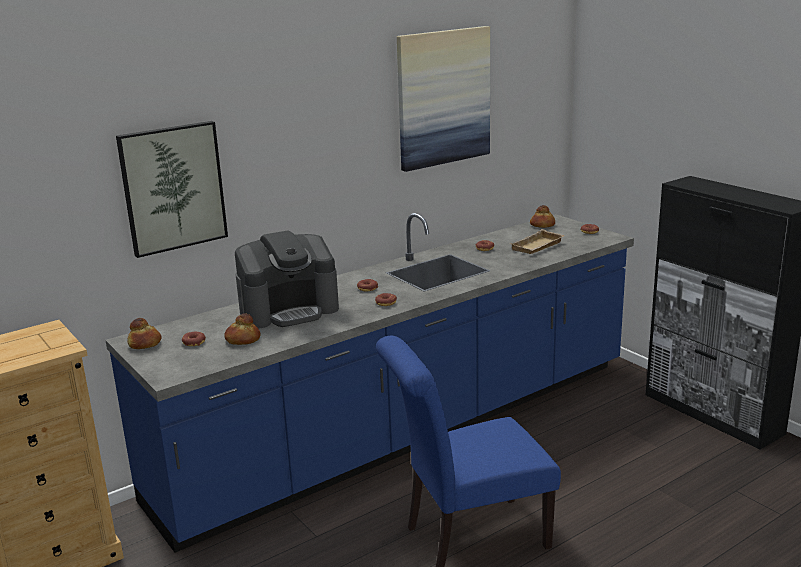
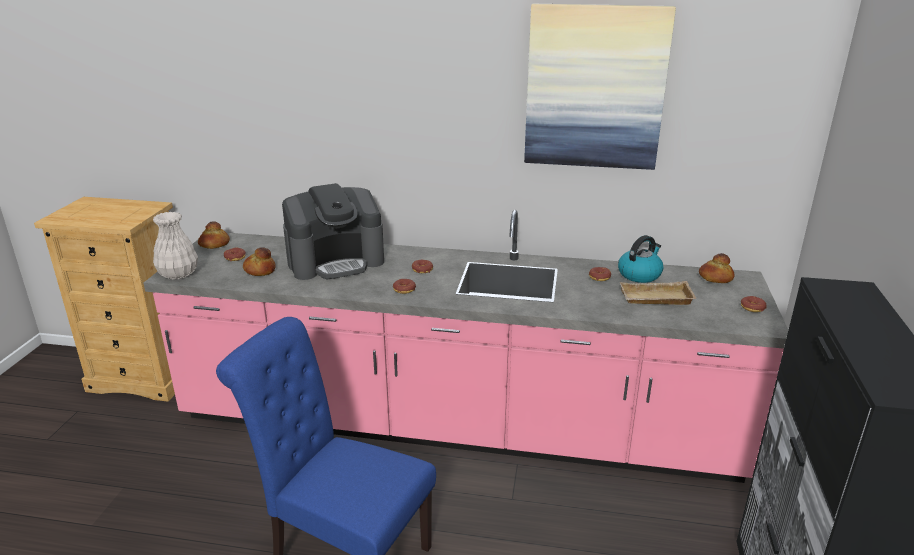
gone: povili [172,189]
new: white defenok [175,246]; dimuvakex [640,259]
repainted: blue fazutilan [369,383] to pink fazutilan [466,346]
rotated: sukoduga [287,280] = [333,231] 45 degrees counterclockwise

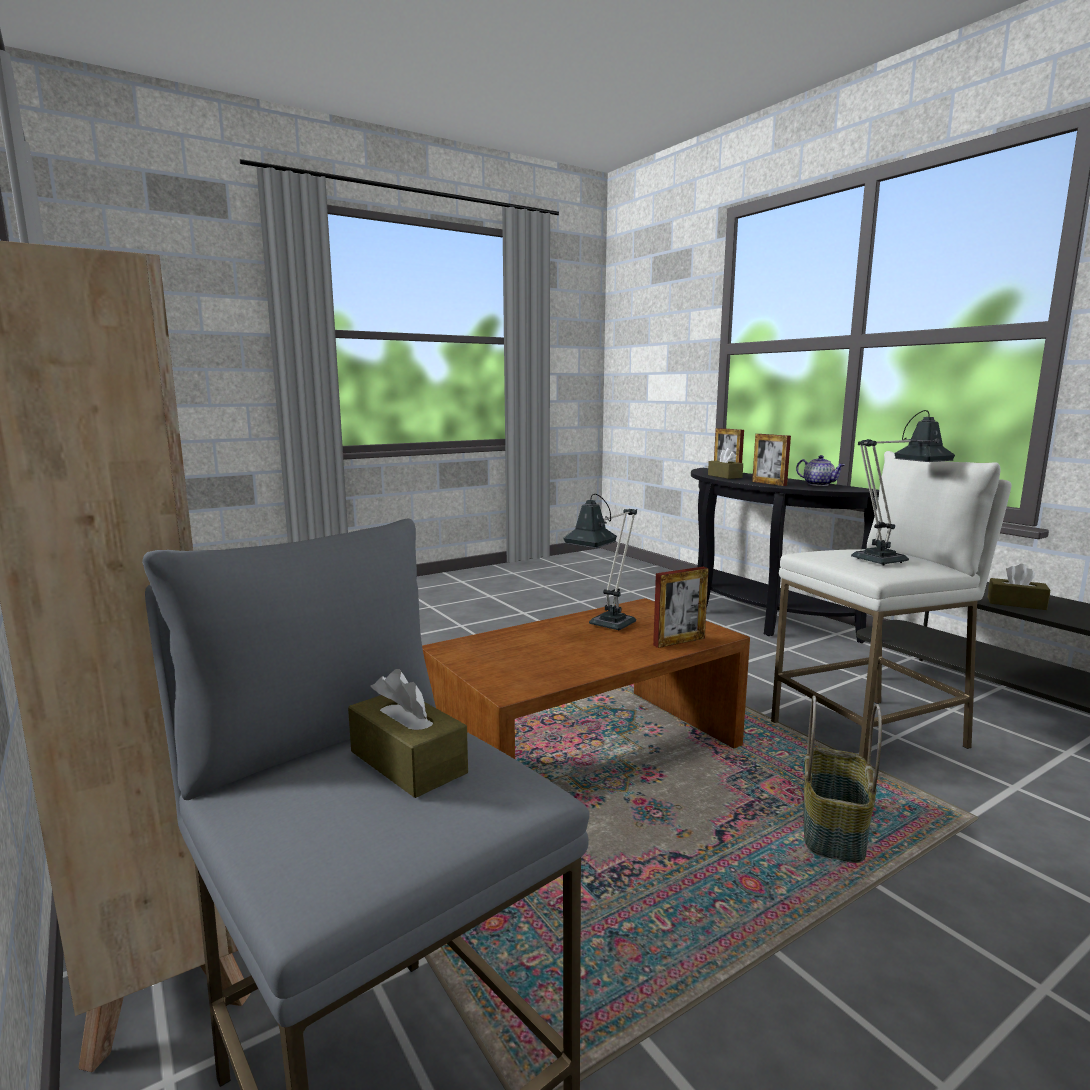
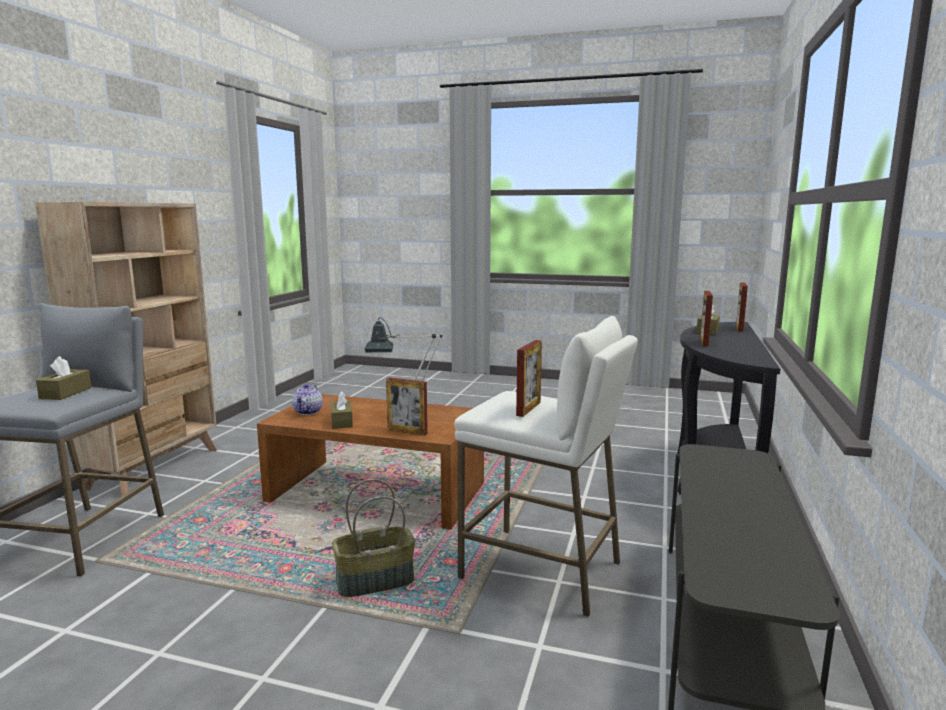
shifted: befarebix [820,470] to [307,399]; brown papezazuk [1019,587] to [342,410]
swapped: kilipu [903,488] to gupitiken [529,378]

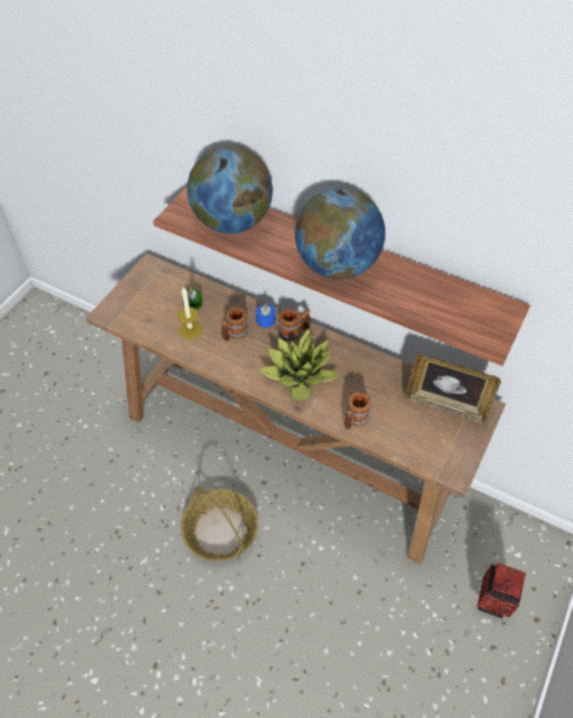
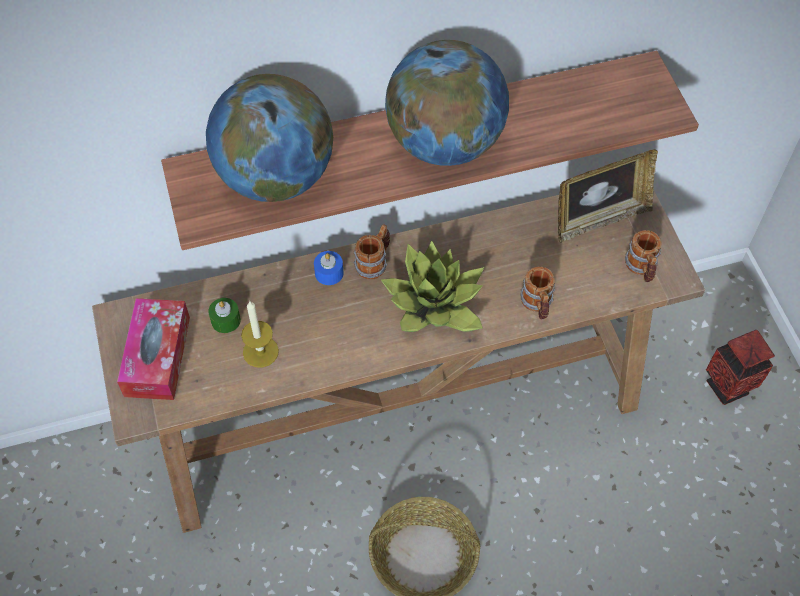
new: papezazuk [153,349]
shifted: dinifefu [235,324] to [643,256]

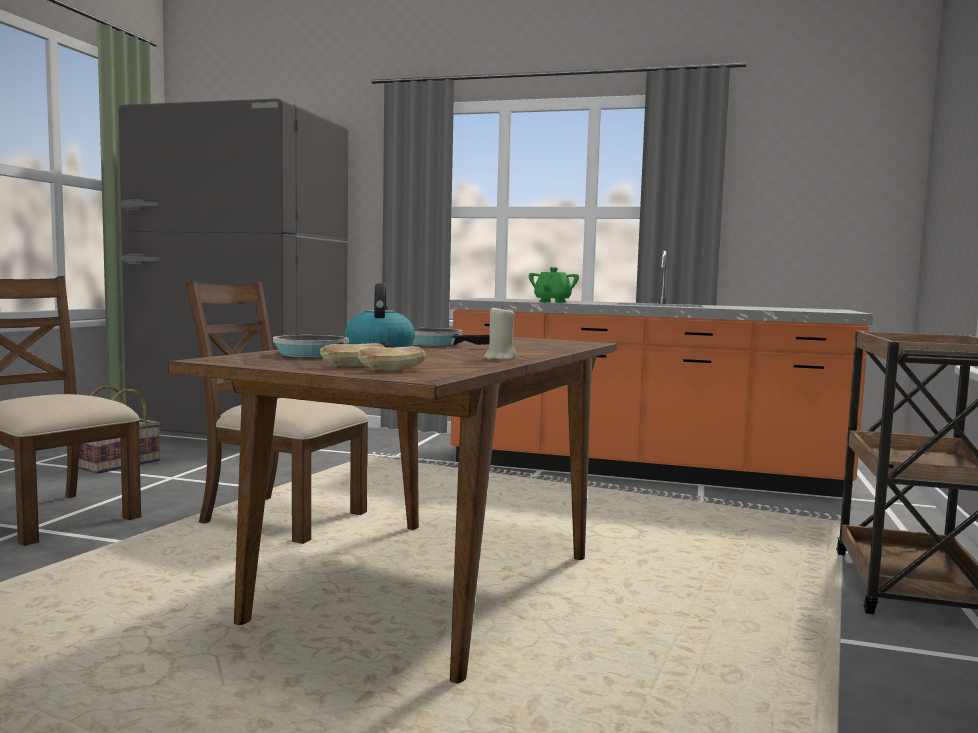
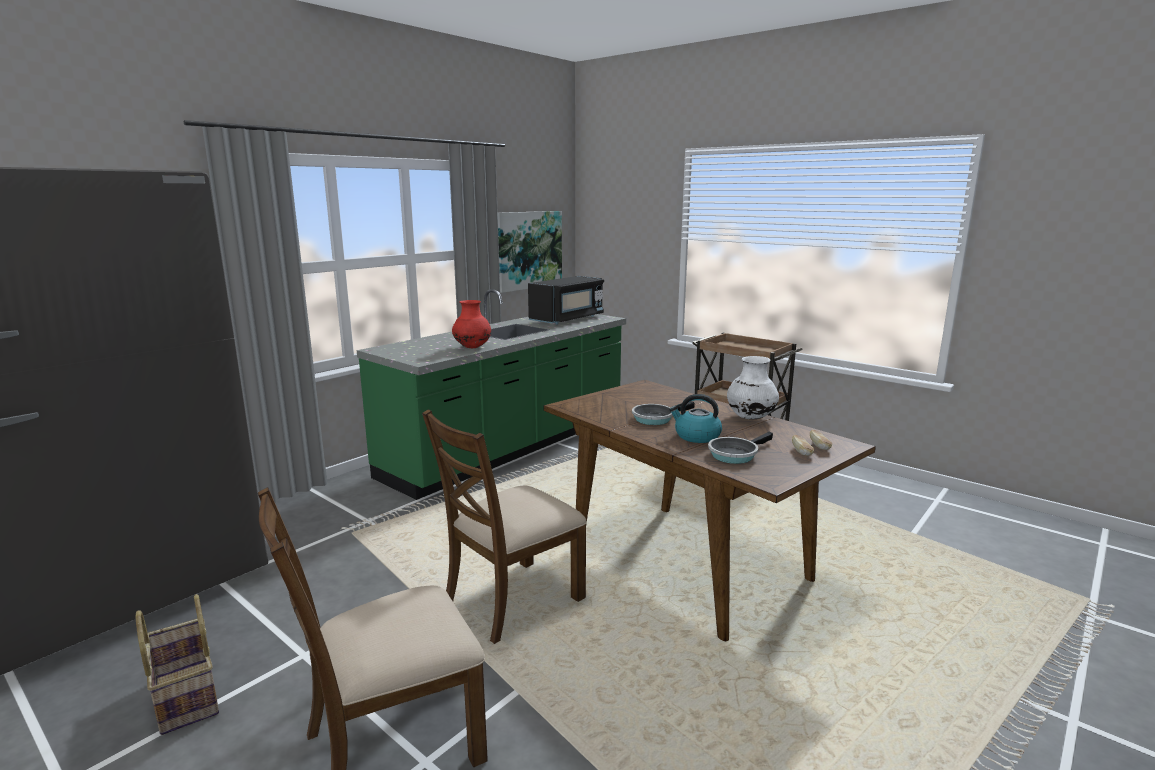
new: povili [530,252]; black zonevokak [566,300]
swapped: green befarebix [554,285] to red defenok [471,324]; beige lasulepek [500,332] to white defenok [753,387]
repainted: orange fazutilan [661,374] to green fazutilan [491,394]

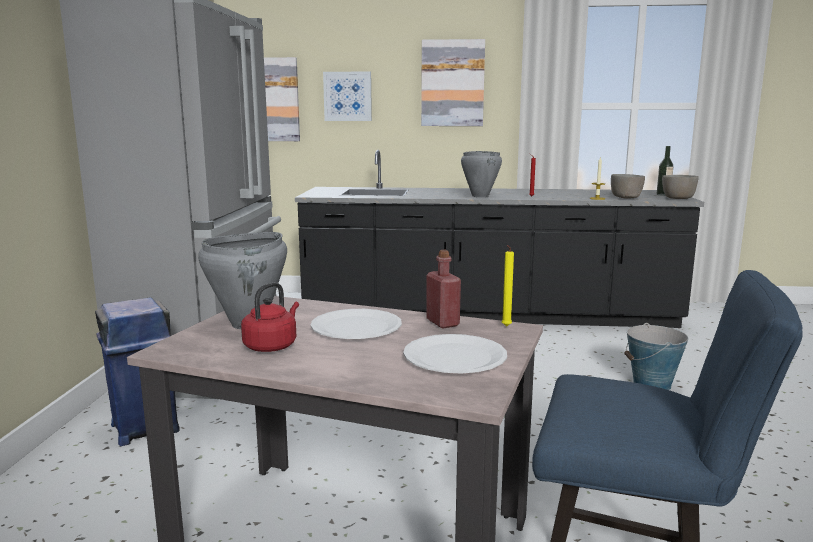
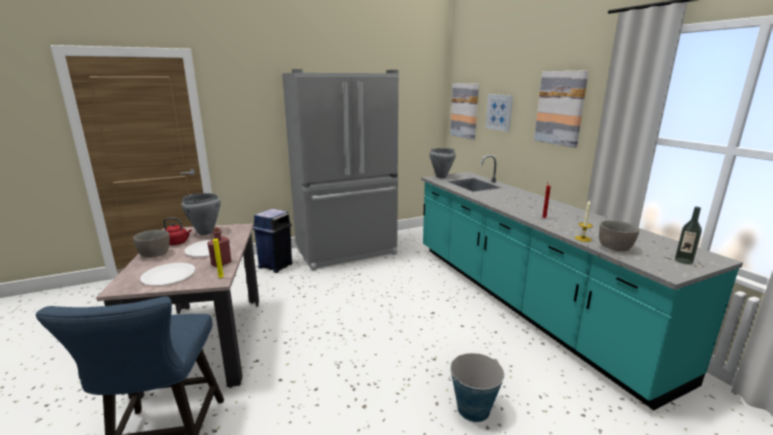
shifted: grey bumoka [680,187] to [151,244]; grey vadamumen [481,174] to [442,163]
repainted: black fazutilan [499,239] to turquoise fazutilan [582,282]

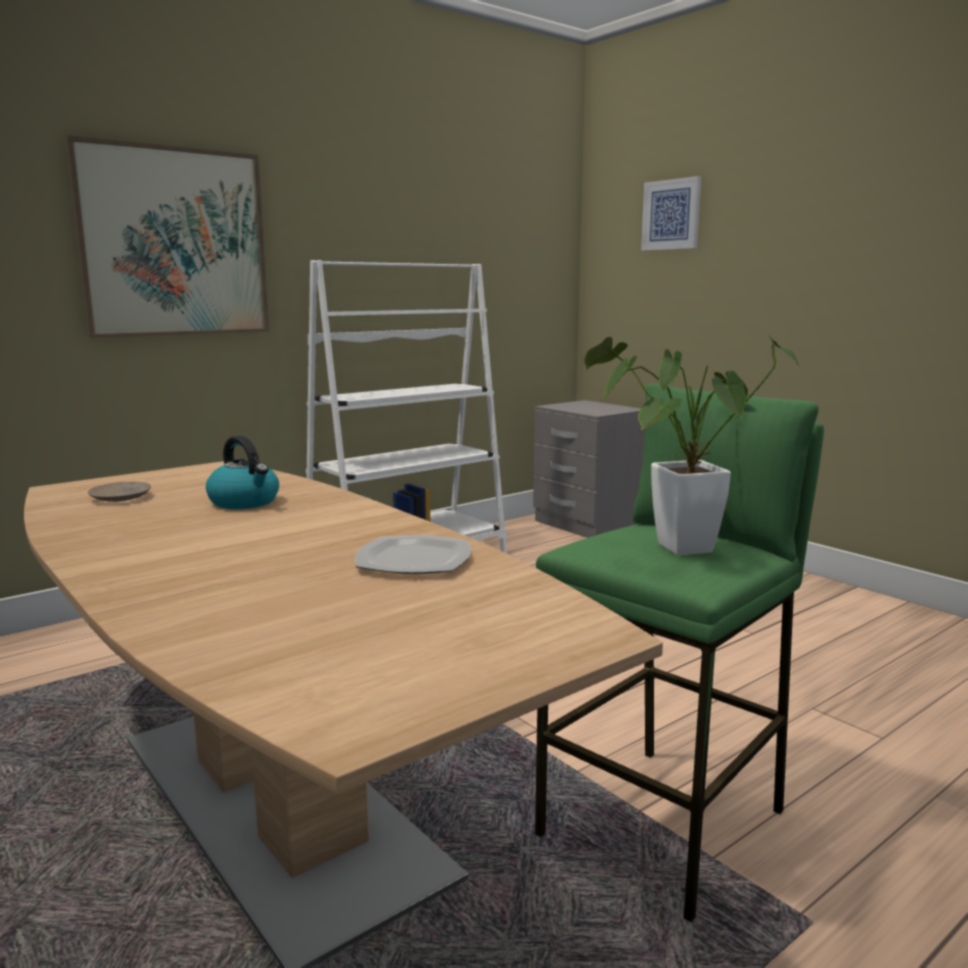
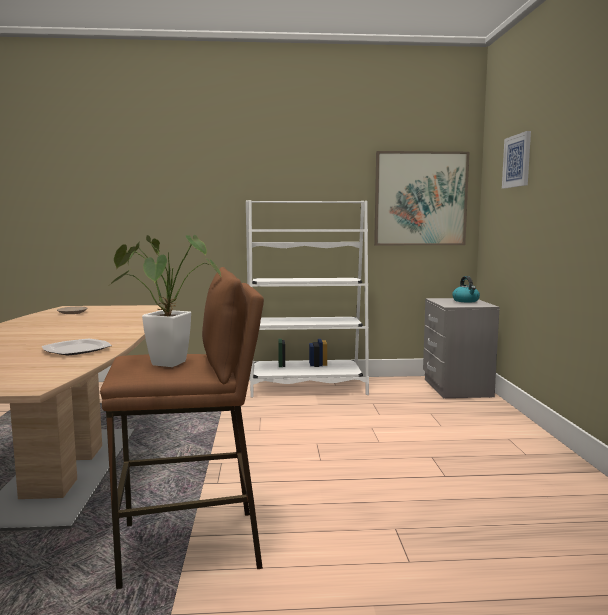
shifted: povili [167,236] to [421,198]; dimuvakex [242,472] to [466,289]
repainted: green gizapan [679,652] to brown gizapan [182,428]

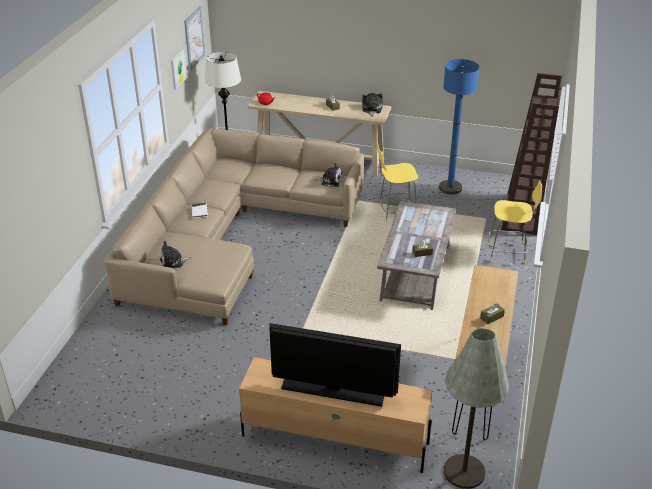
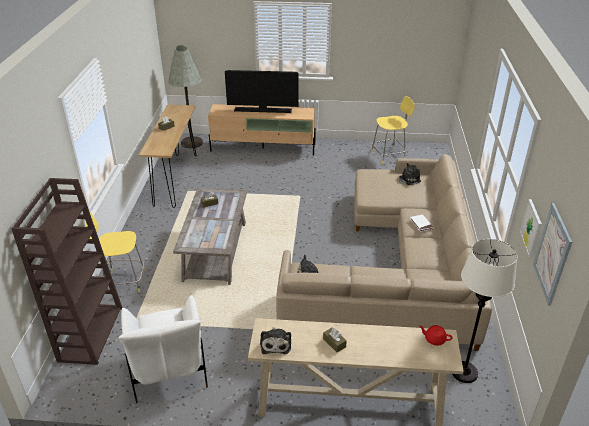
shifted: yellow gizapan [397,183] to [393,130]
swapped: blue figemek [459,126] to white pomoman [163,349]

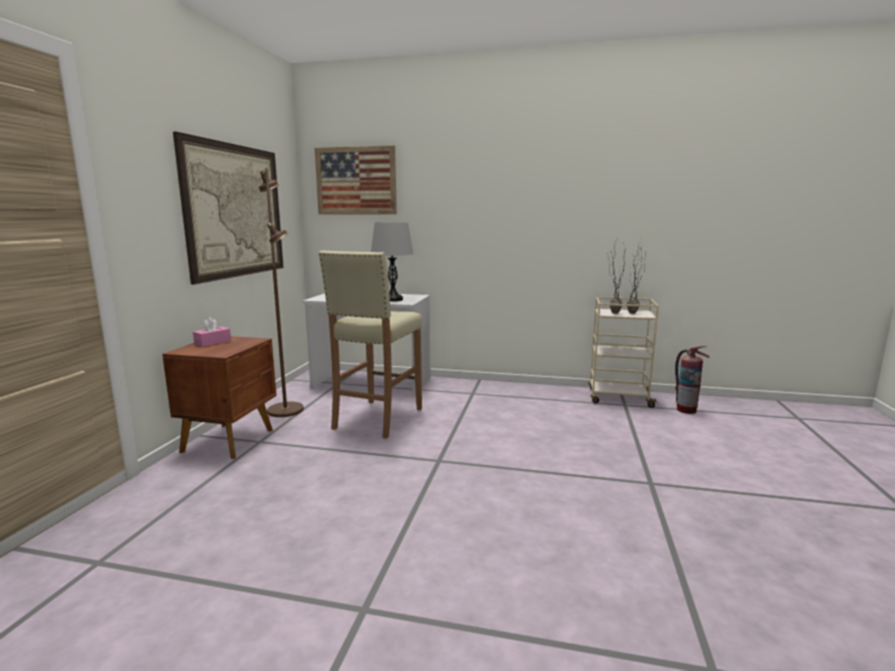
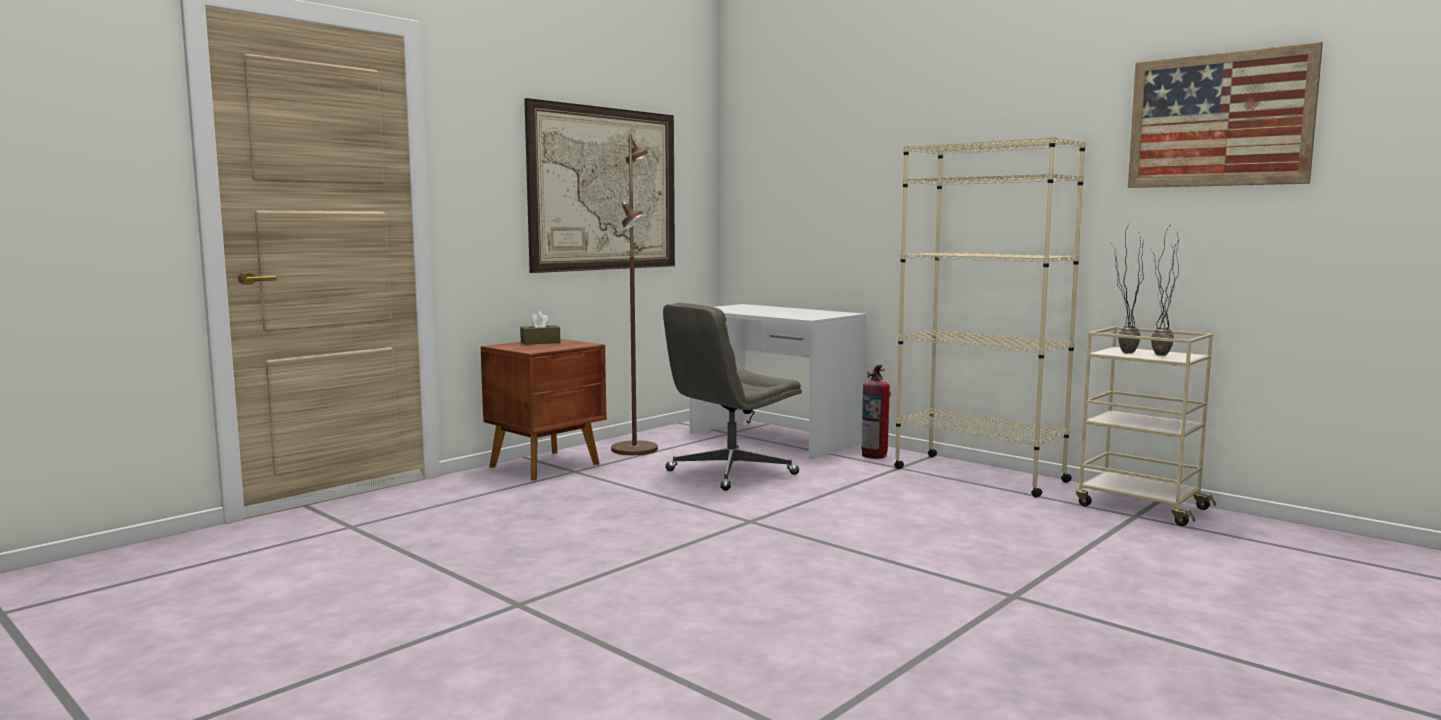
gone: grey kilipu [392,262]
new: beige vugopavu [990,317]
shifted: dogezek [692,380] to [876,412]; povili [356,179] to [1225,115]
swapped: beige gizapan [370,344] to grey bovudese [732,397]
repainted: pink papezazuk [212,332] to brown papezazuk [540,328]

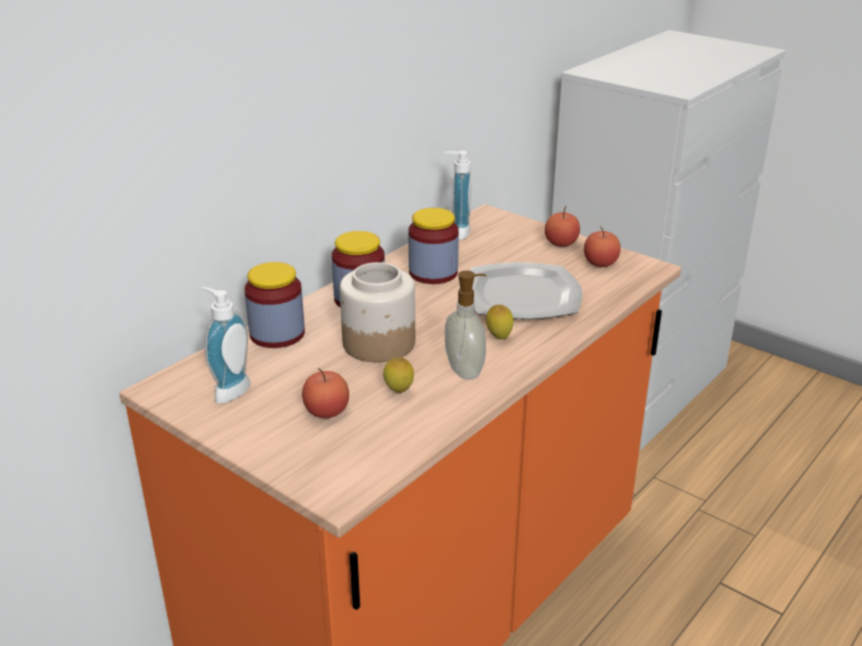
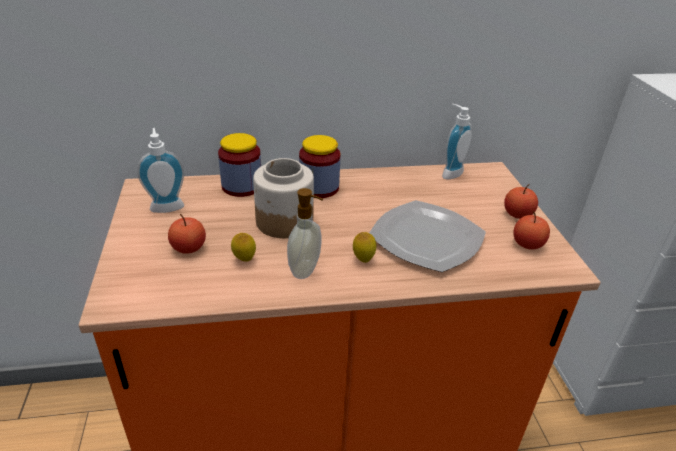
gone: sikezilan [433,246]

